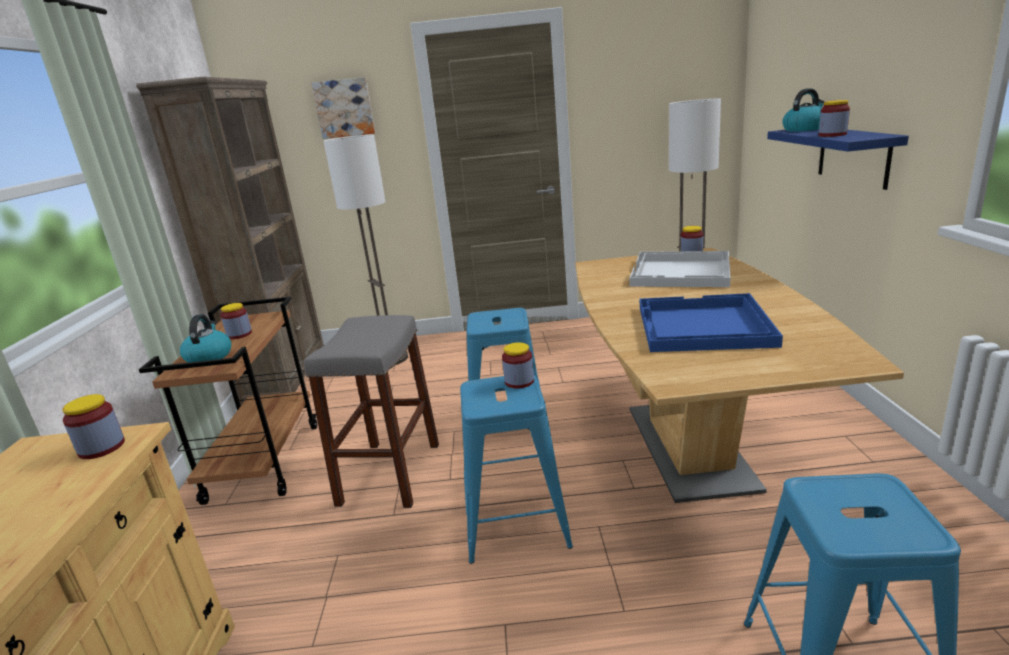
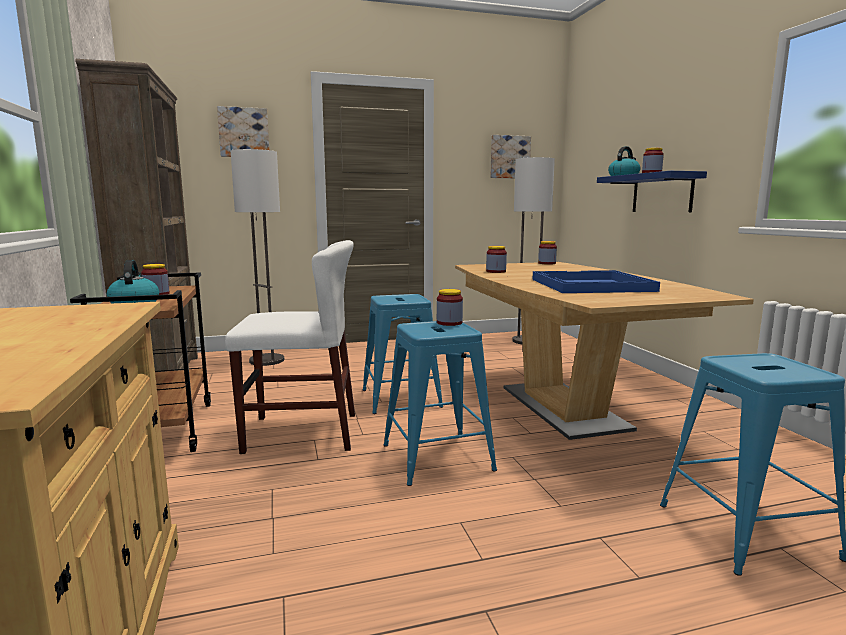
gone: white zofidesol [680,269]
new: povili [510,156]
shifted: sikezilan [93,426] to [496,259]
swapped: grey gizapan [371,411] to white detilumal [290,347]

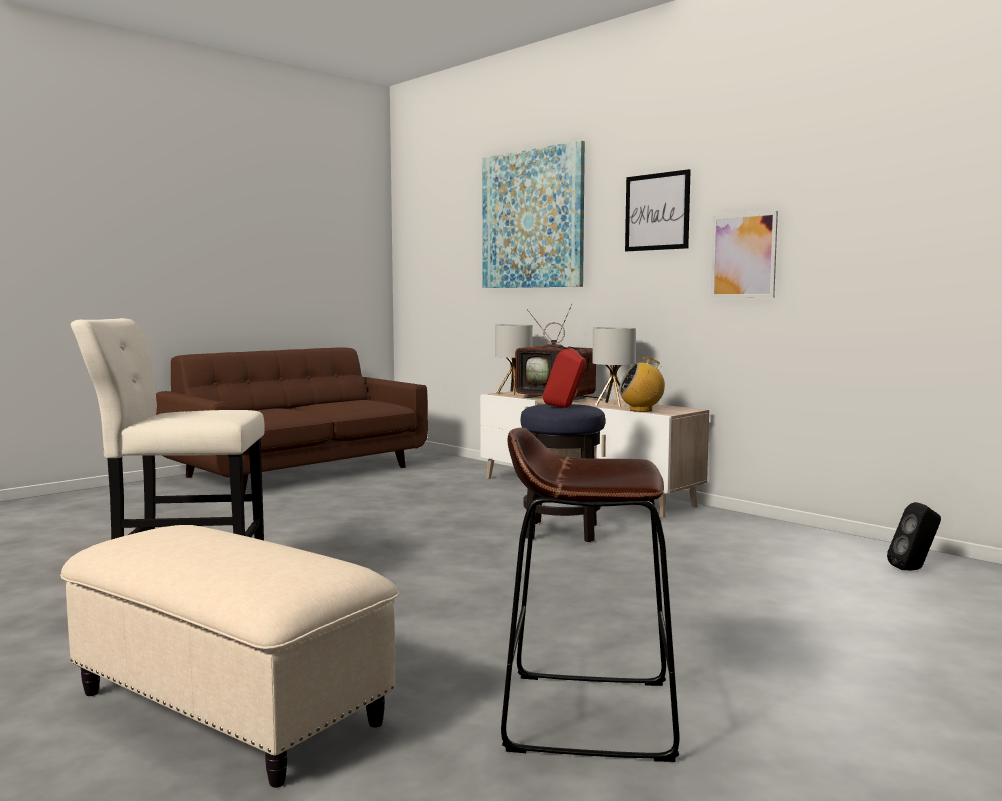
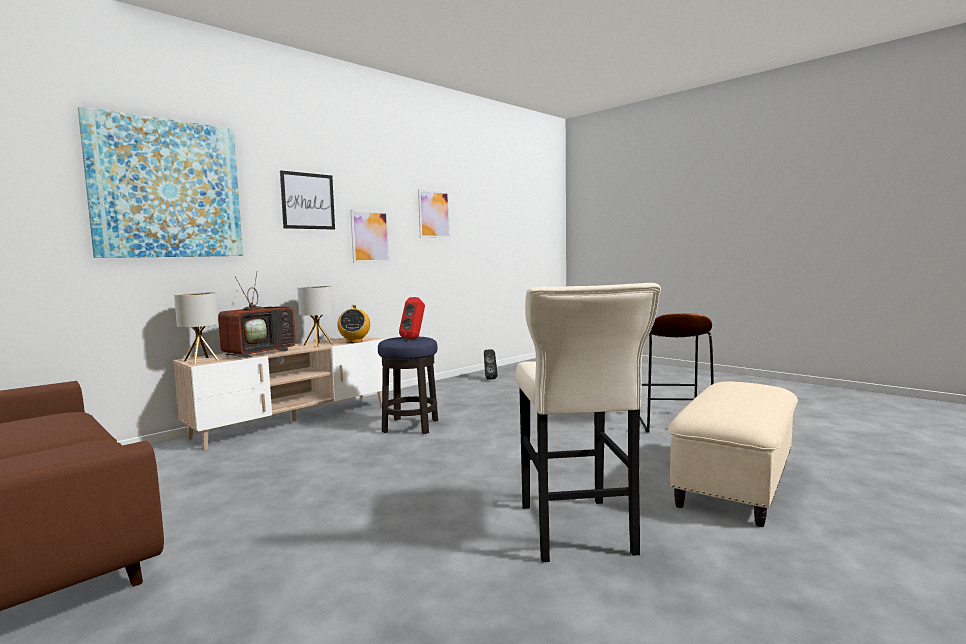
new: povili [434,213]

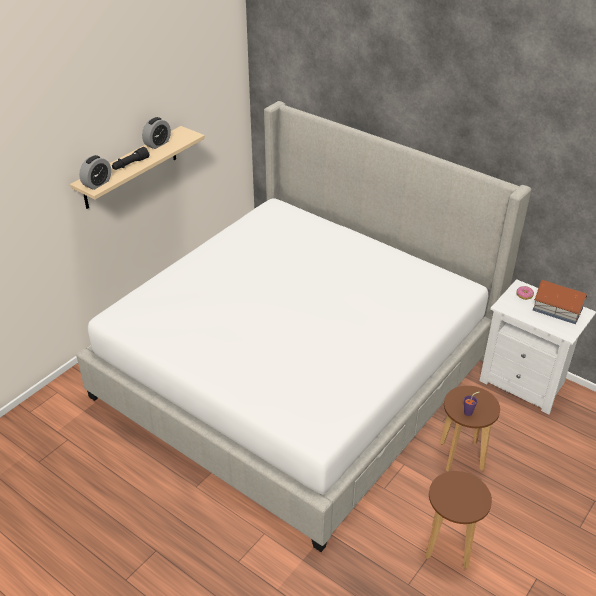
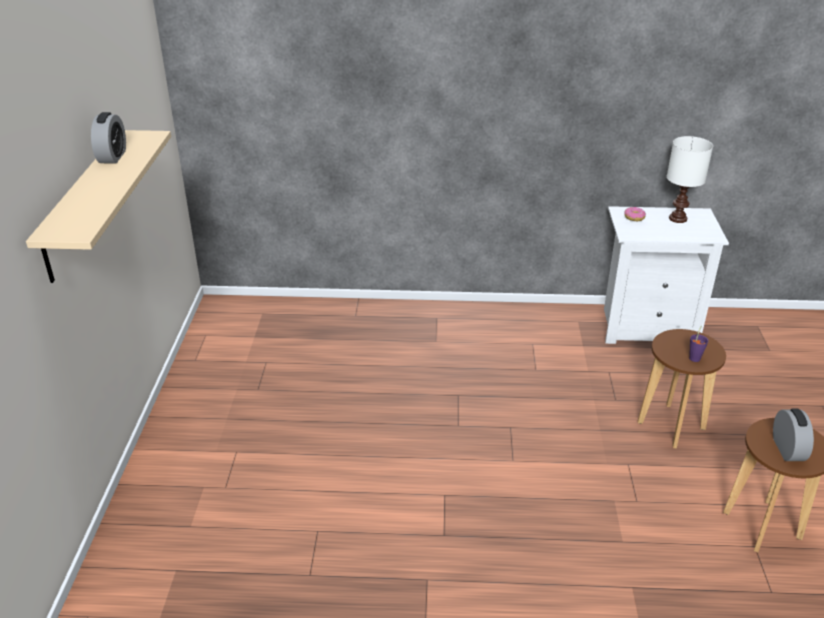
gone: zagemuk [303,326]; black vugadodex [131,158]
shifted: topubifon [95,172] to [793,435]
swapped: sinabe [560,302] to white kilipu [690,179]

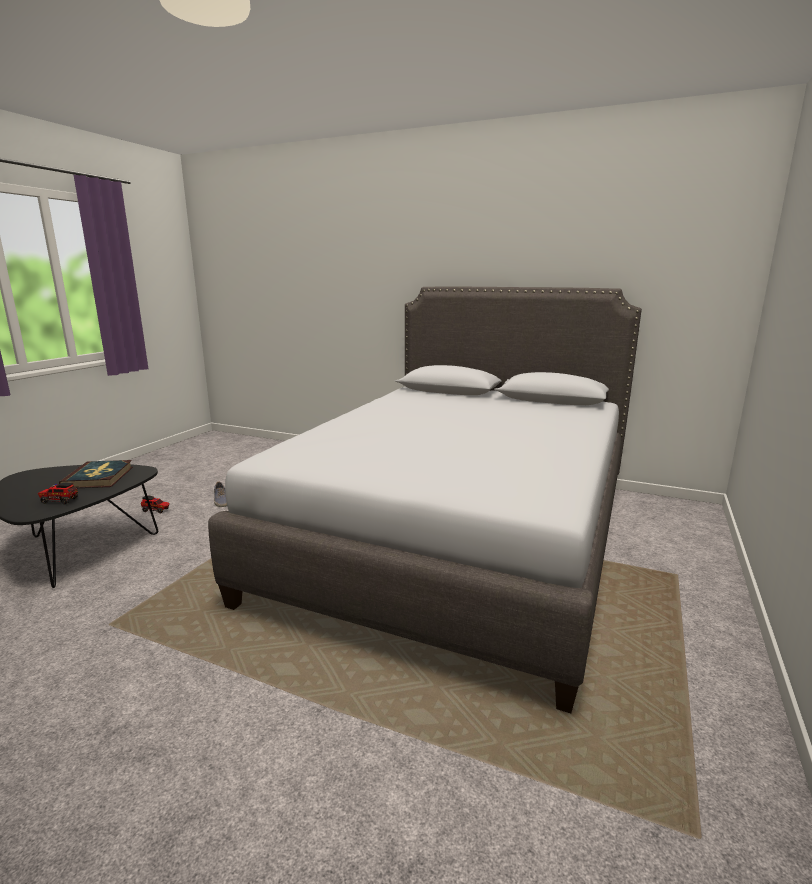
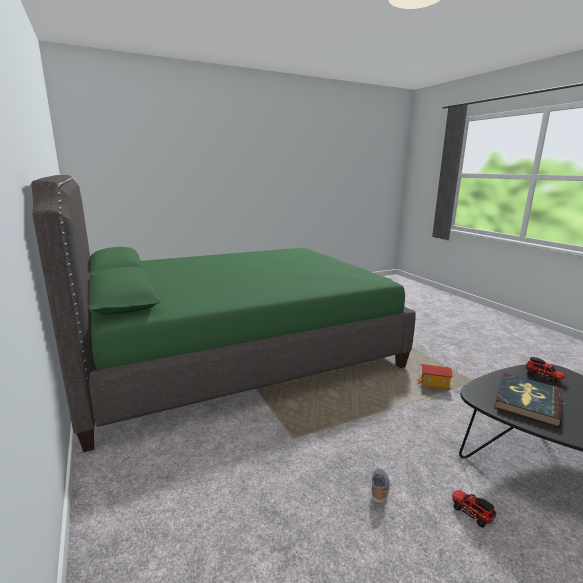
new: sinabe [435,377]
repainted: grey zagemuk [425,499] to green zagemuk [223,313]

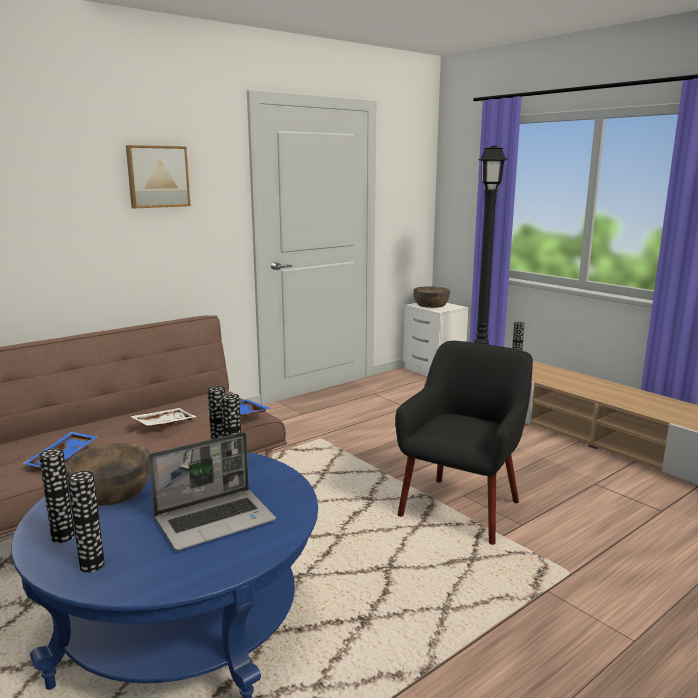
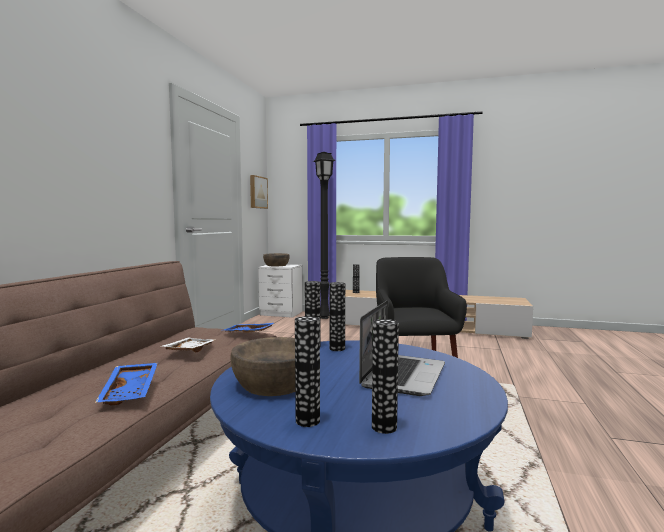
shifted: povili [158,176] to [259,192]

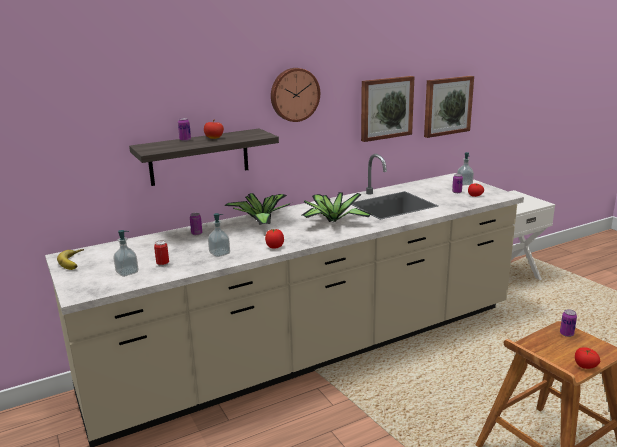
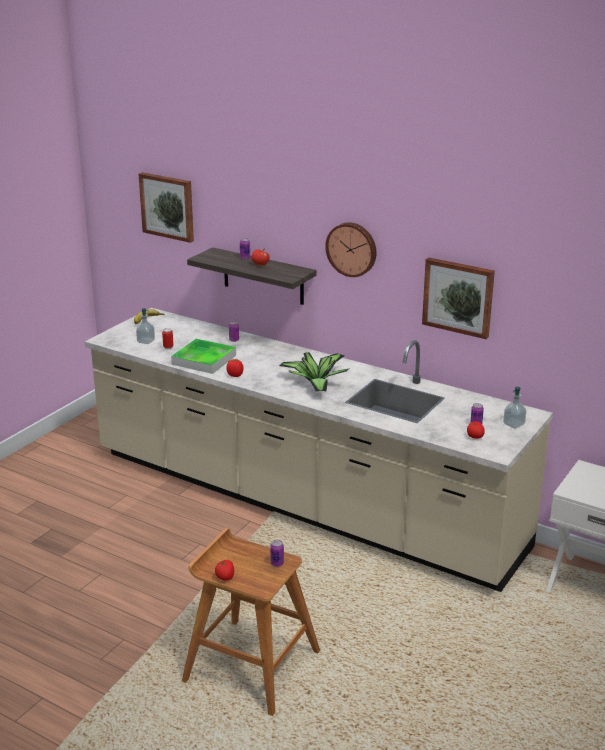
gone: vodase [257,208]
shifted: povili [449,107] to [166,207]
swapped: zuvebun [219,235] to zofidesol [203,356]

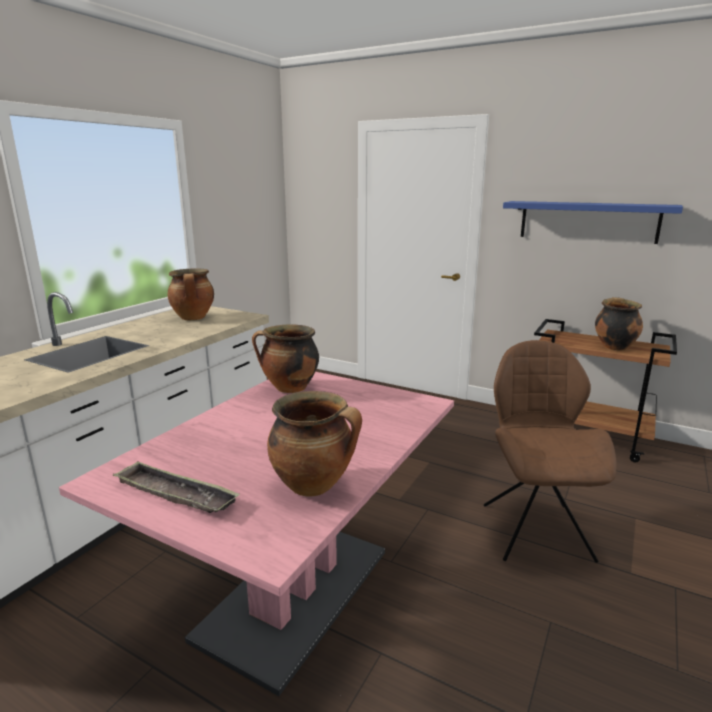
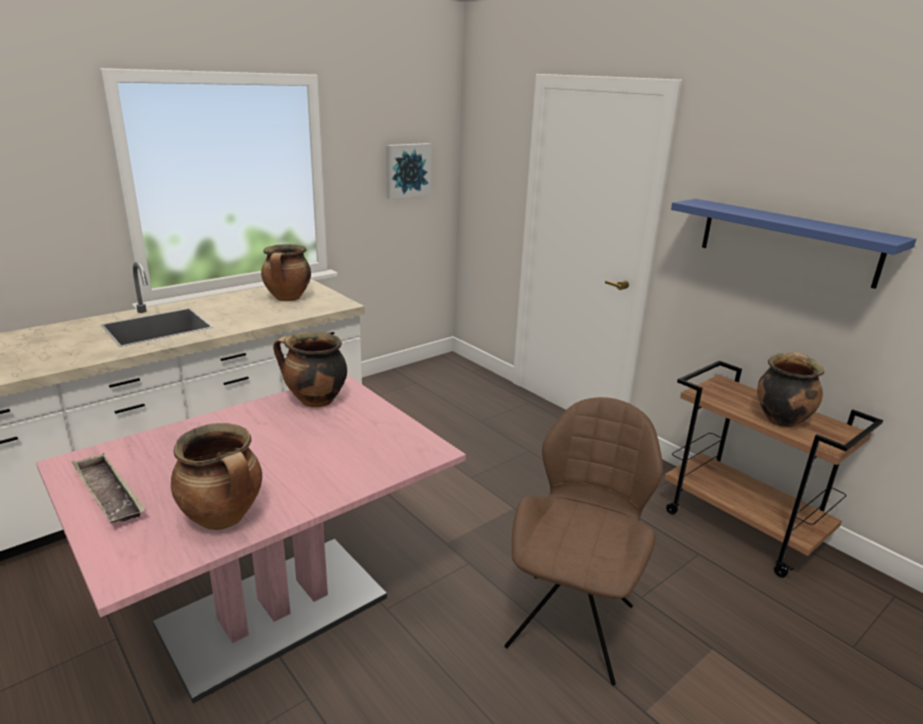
new: povili [409,171]

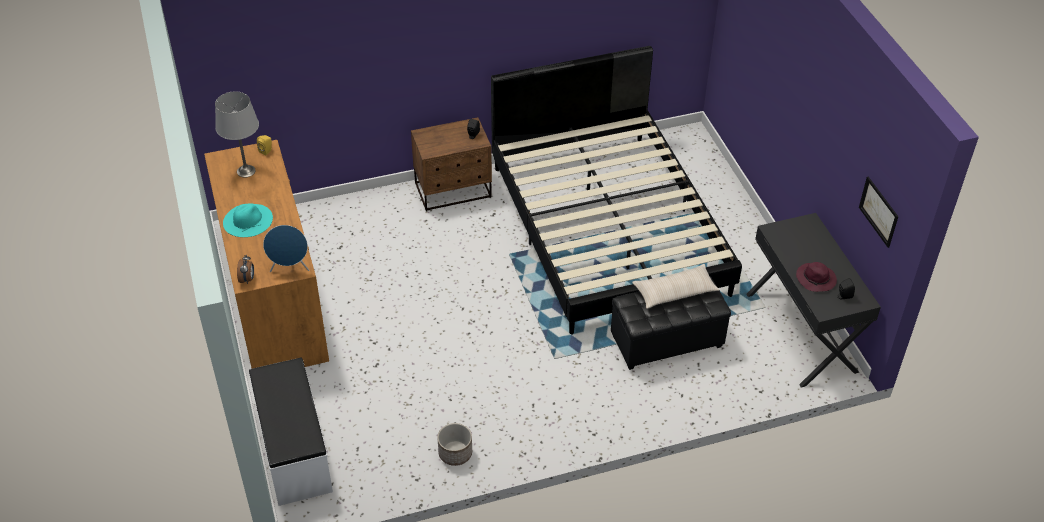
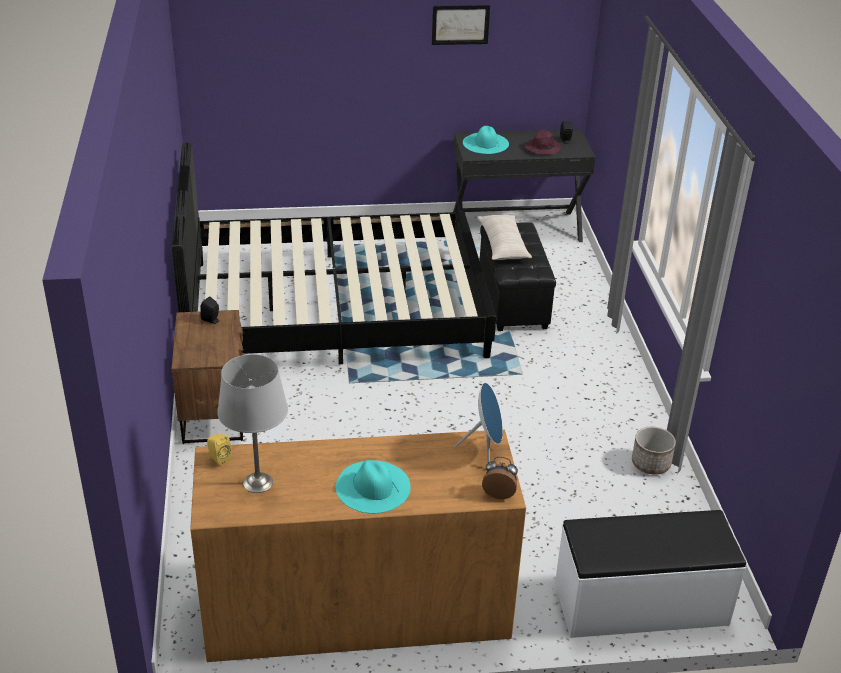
new: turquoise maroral [486,140]
shifted: povili [878,212] to [461,25]

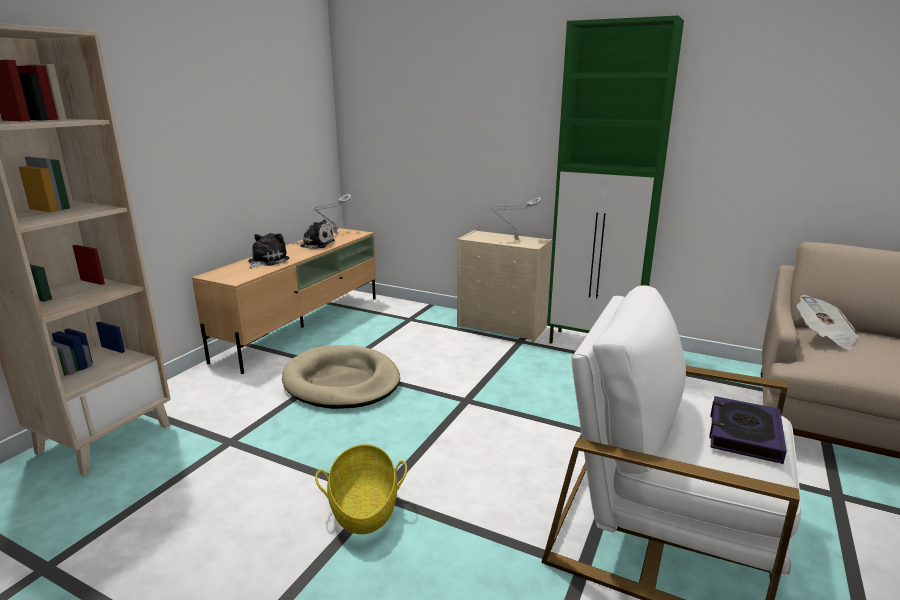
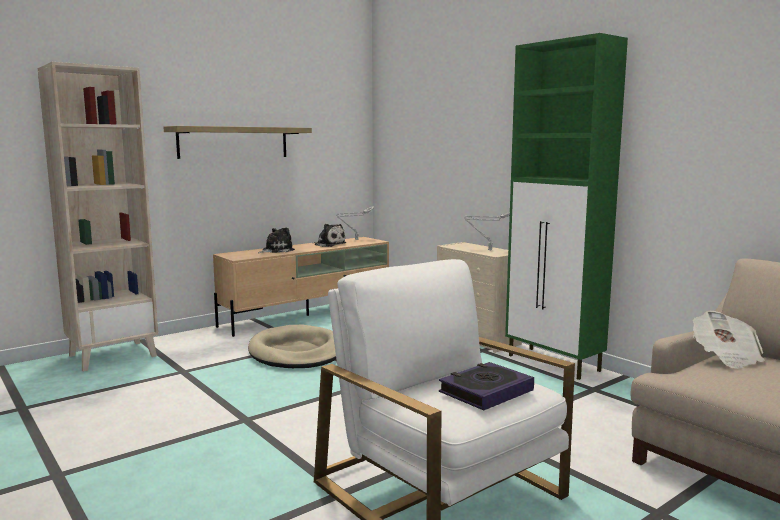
gone: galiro [361,489]
new: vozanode [238,142]

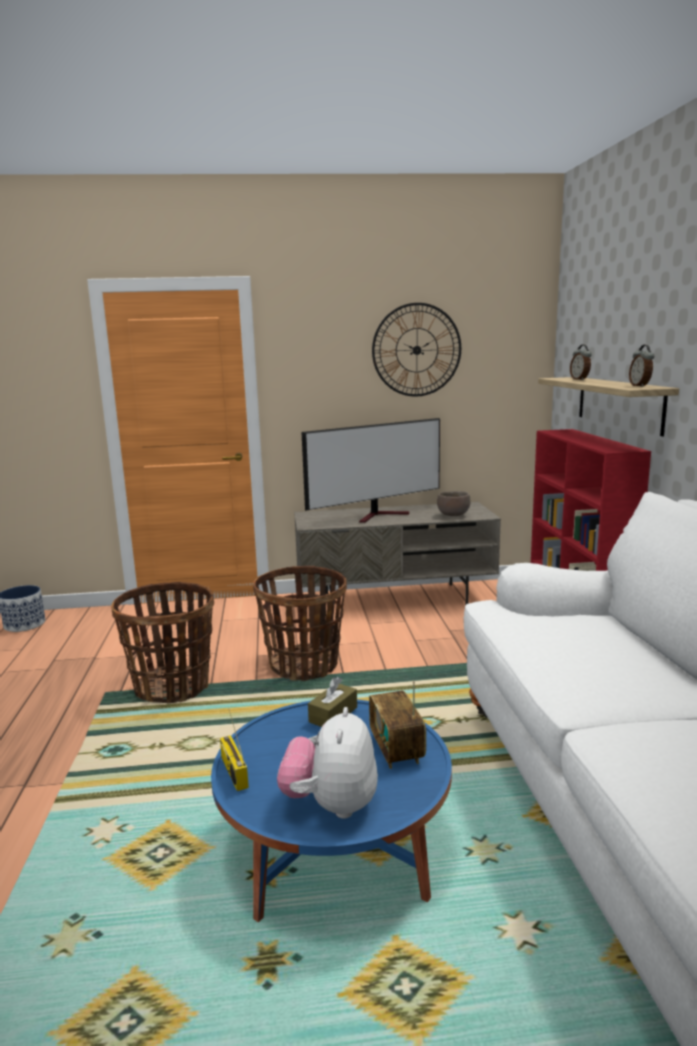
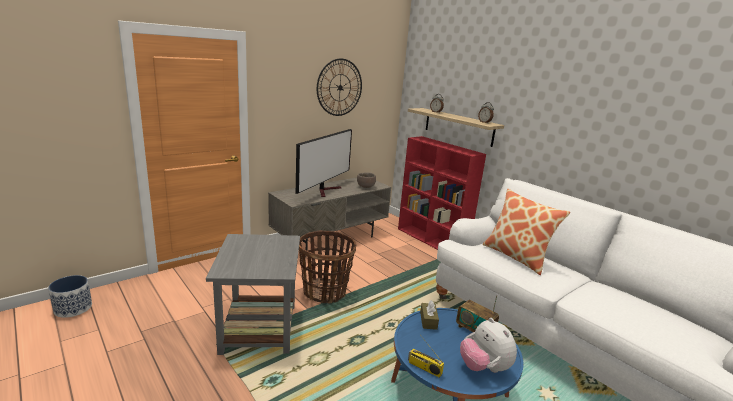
new: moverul [526,232]
swapped: galiro [162,643] to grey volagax [253,294]

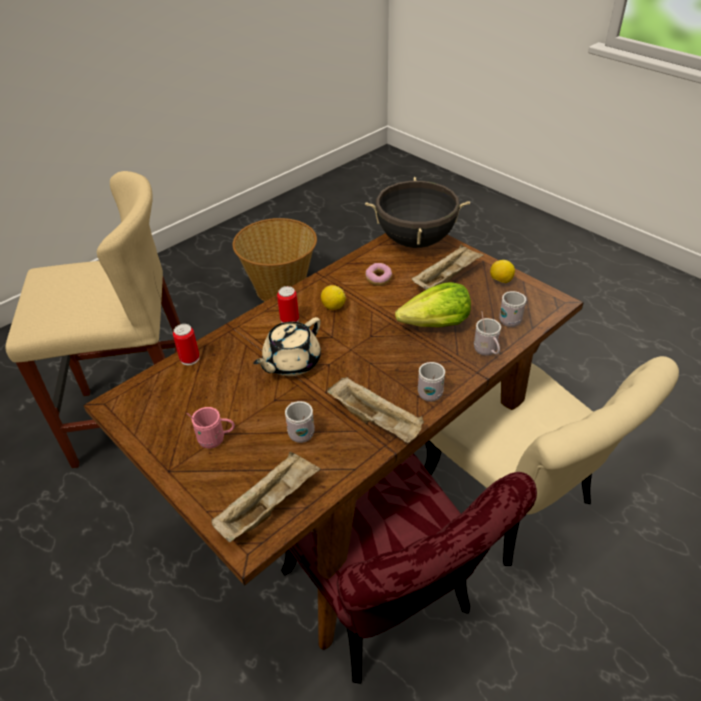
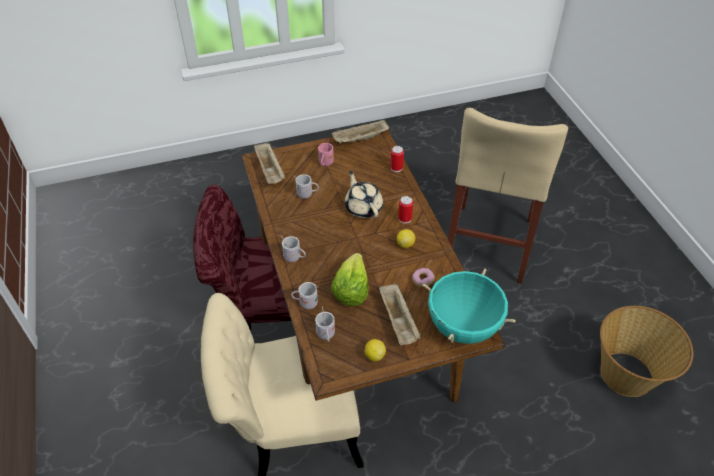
shifted: beige zofidesol [375,410] to [360,131]
repainted: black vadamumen [417,212] to turquoise vadamumen [469,306]

